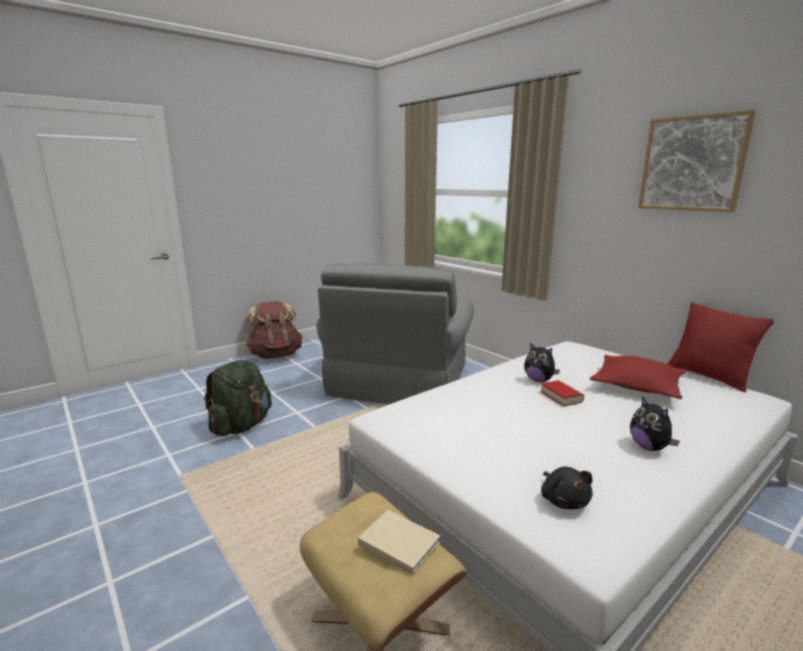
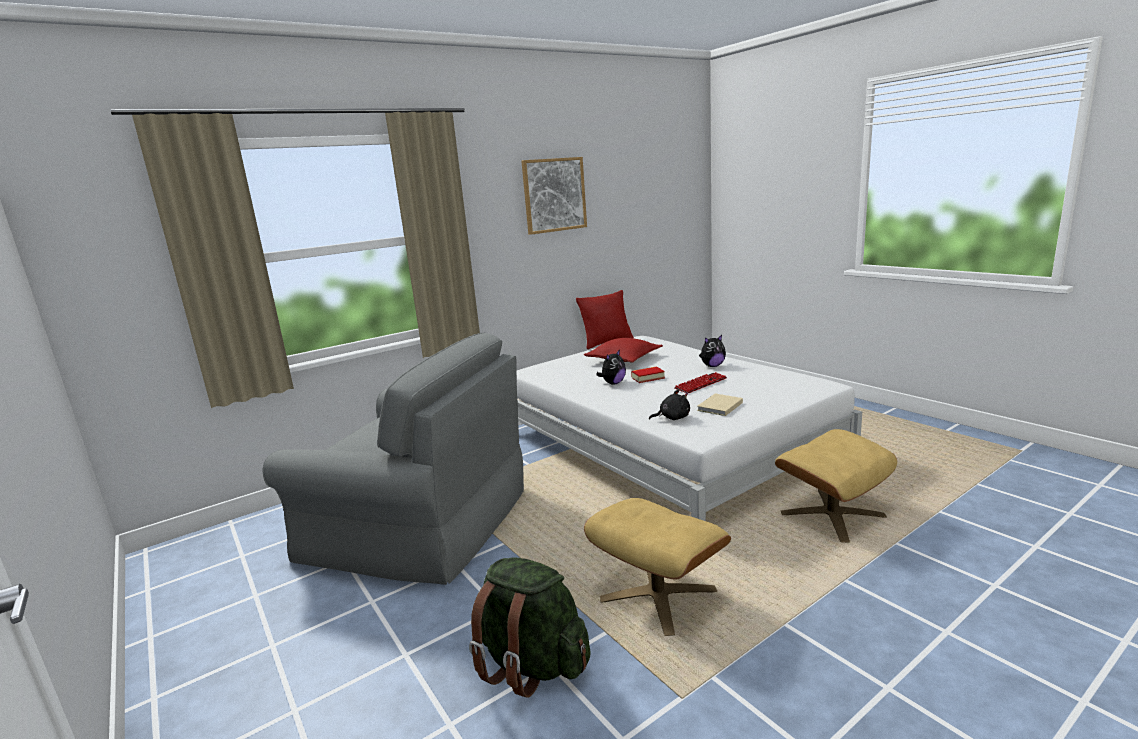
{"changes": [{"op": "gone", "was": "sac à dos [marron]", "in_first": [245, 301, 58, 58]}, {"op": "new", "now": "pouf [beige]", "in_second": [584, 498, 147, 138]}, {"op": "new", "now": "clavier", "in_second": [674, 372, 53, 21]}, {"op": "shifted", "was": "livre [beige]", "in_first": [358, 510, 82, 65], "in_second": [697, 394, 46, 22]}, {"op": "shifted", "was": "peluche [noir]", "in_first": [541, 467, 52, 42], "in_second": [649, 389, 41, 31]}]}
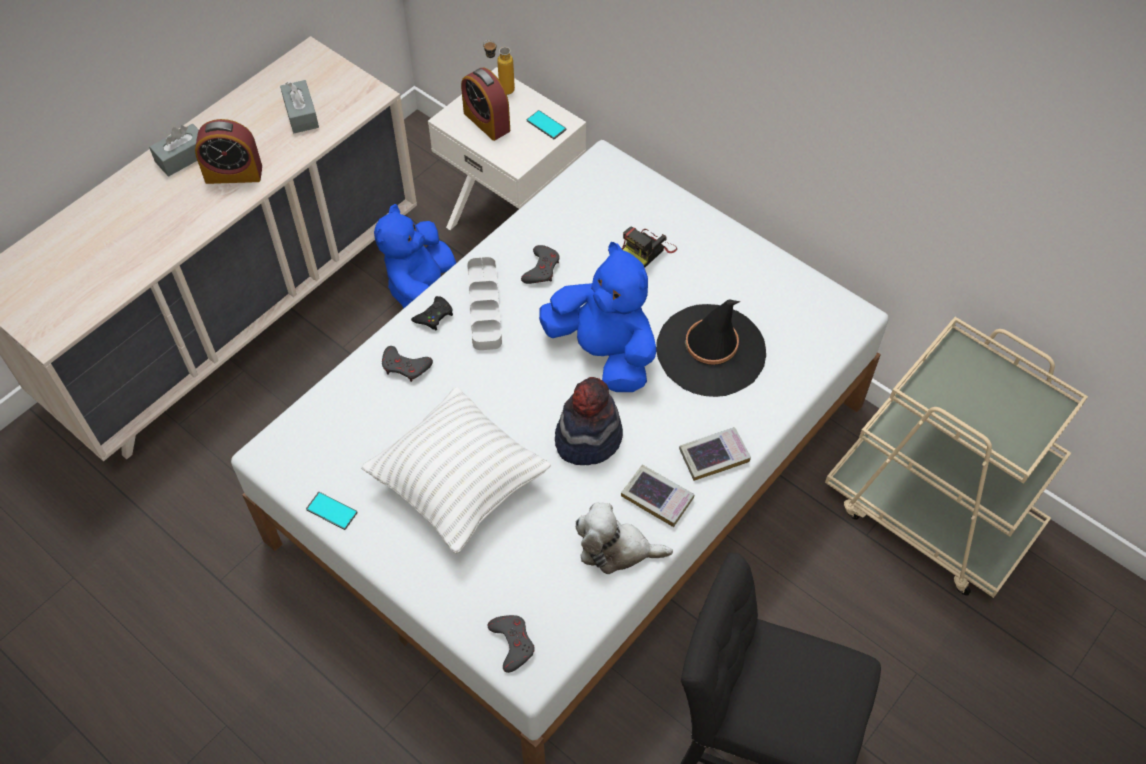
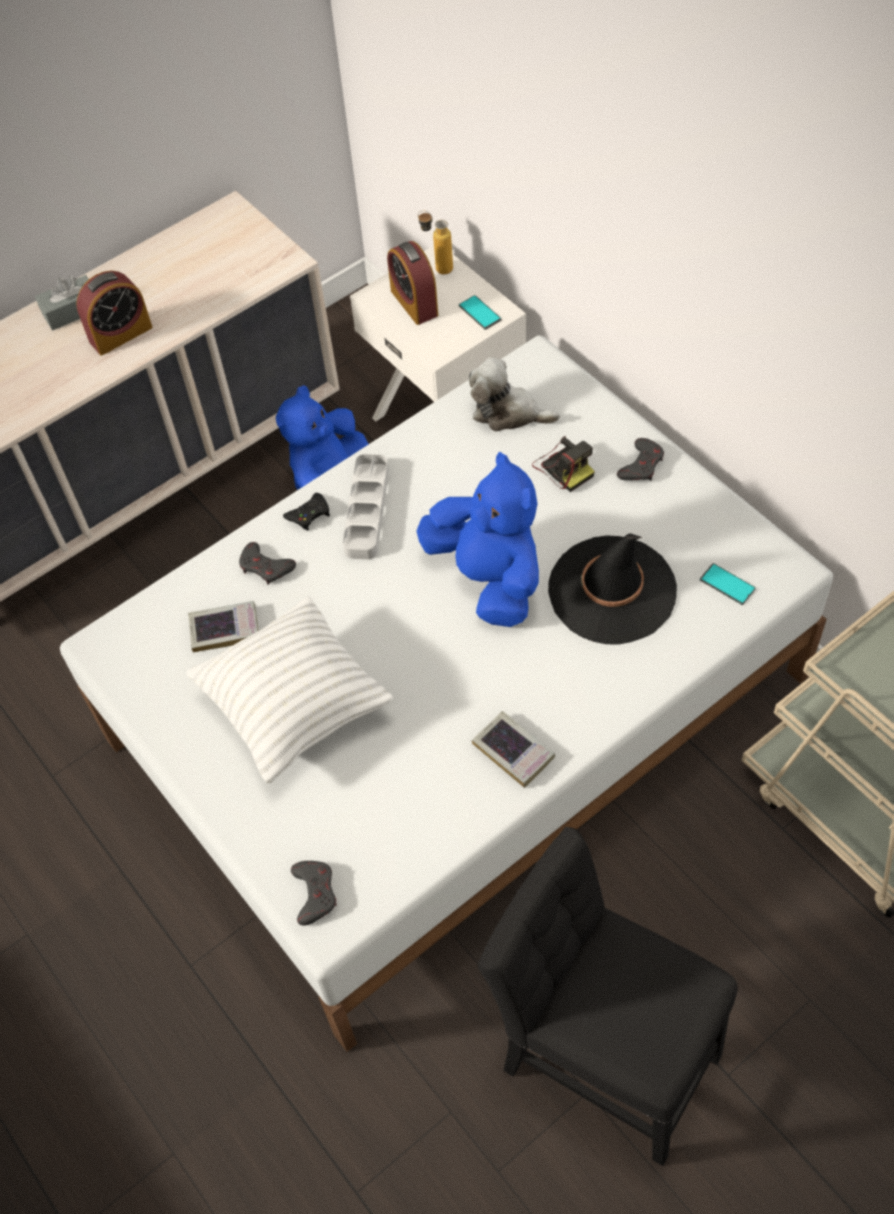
{"changes": [{"op": "gone", "was": "boîte à mouchoirs [gris]", "in_first": [280, 80, 39, 53]}, {"op": "gone", "was": "chapeau", "in_first": [555, 377, 68, 88]}, {"op": "shifted", "was": "téléphone", "in_first": [306, 492, 52, 38], "in_second": [700, 563, 56, 42]}, {"op": "shifted", "was": "manette [gris]", "in_first": [521, 245, 39, 39], "in_second": [617, 438, 47, 42]}, {"op": "shifted", "was": "peluche", "in_first": [576, 502, 97, 72], "in_second": [469, 357, 91, 75]}, {"op": "shifted", "was": "livre", "in_first": [679, 427, 72, 54], "in_second": [188, 601, 71, 52]}, {"op": "rotated", "was": "réveil", "in_first": [195, 119, 67, 65], "in_second": [76, 271, 76, 84], "clockwise": -45}, {"op": "rotated", "was": "appareil photo", "in_first": [622, 227, 55, 41], "in_second": [532, 436, 63, 56], "clockwise": -90}]}
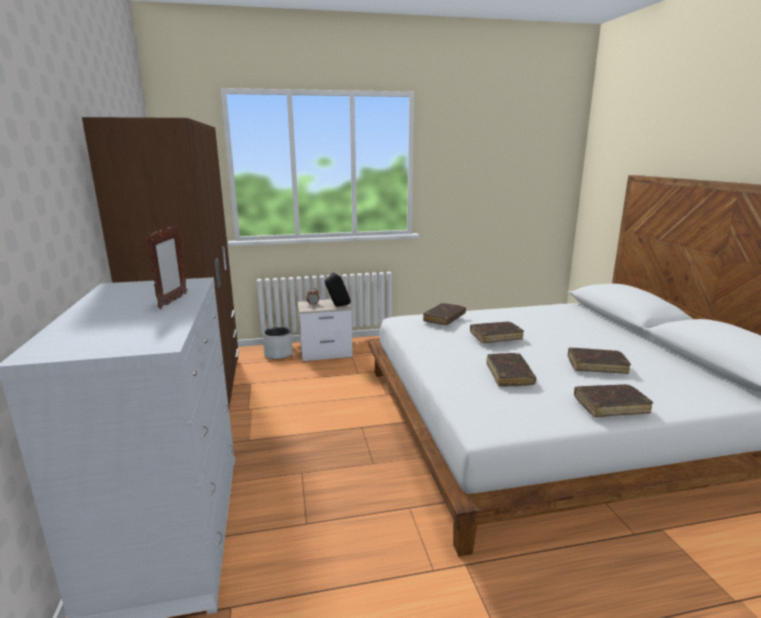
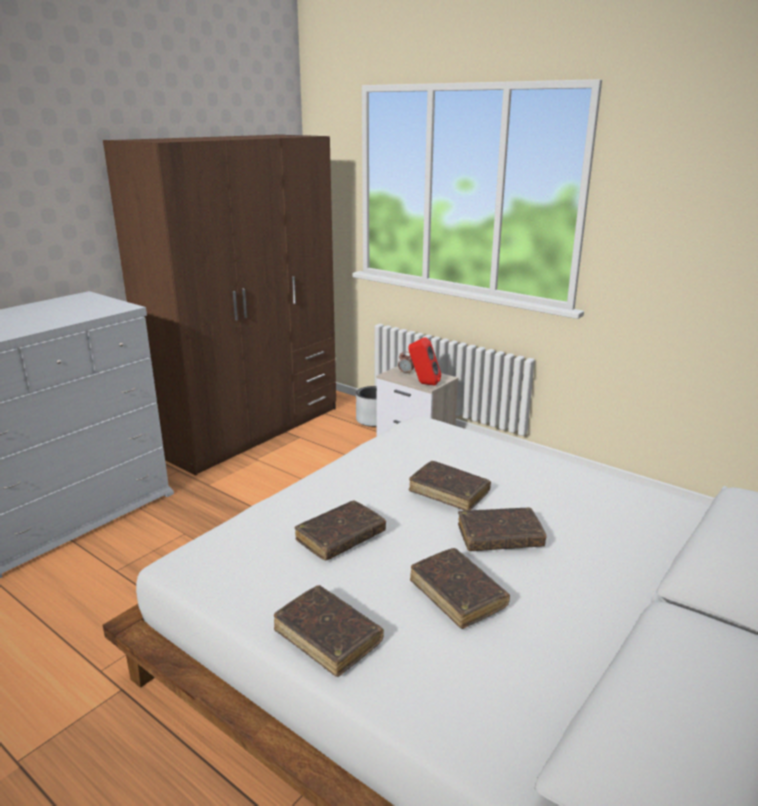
{"changes": [{"op": "gone", "was": "cadre photo", "in_first": [146, 224, 41, 85]}, {"op": "shifted", "was": "livre [marron]", "in_first": [423, 303, 43, 22], "in_second": [458, 508, 89, 43]}, {"op": "repainted", "was": "enceinte [noir]", "now": "enceinte [rouge]", "in_first": [325, 272, 26, 35], "in_second": [408, 337, 33, 48]}]}
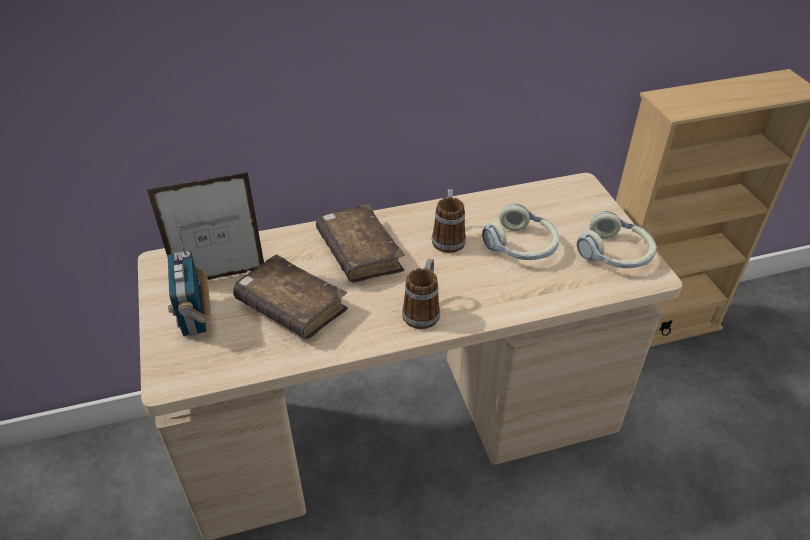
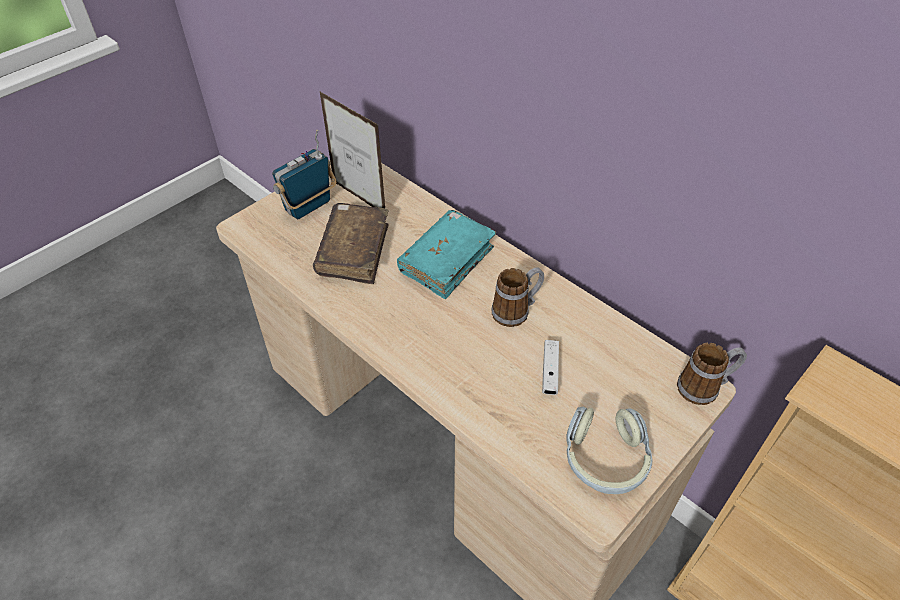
{"changes": [{"op": "shifted", "was": "mug", "in_first": [402, 258, 38, 71], "in_second": [677, 343, 70, 62]}, {"op": "swapped", "was": "casque audio", "now": "manette [blanc]", "in_first": [482, 203, 78, 57], "in_second": [542, 340, 17, 55]}, {"op": "repainted", "was": "livre [marron]", "now": "livre [turquoise]", "in_first": [316, 204, 89, 79], "in_second": [397, 210, 99, 89]}]}
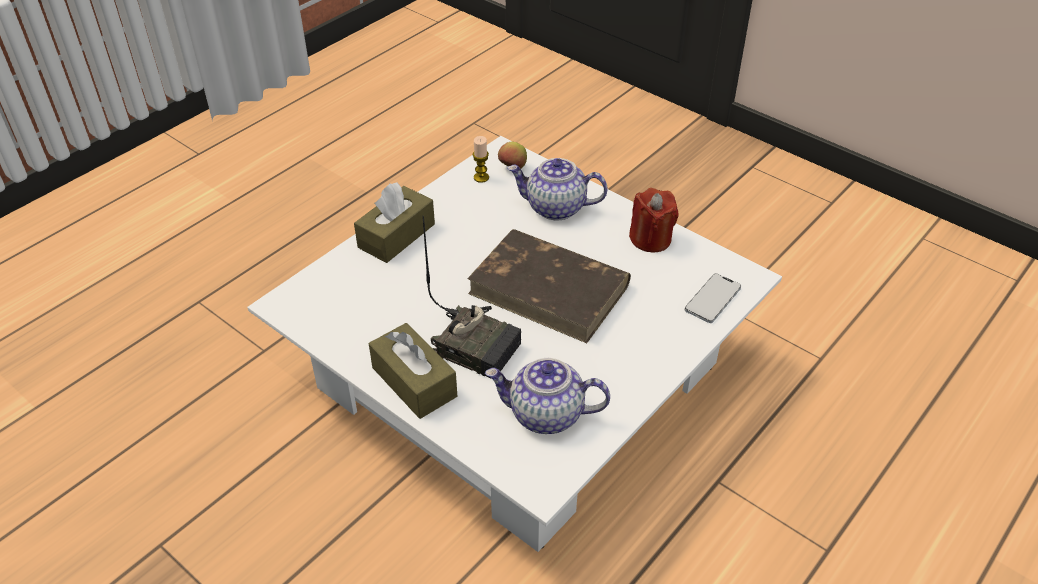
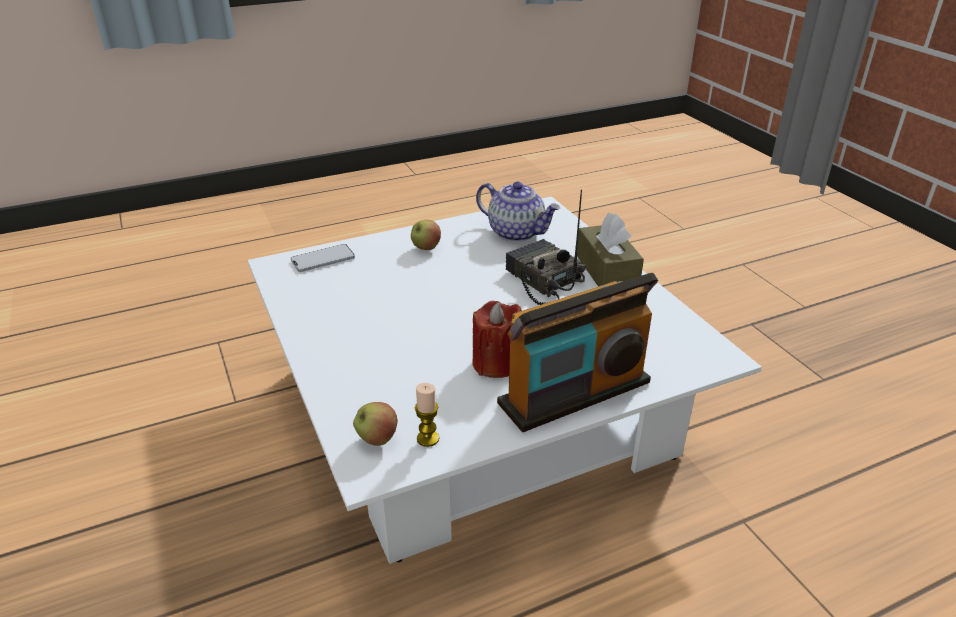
{"changes": [{"op": "gone", "was": "livre [marron]", "in_first": [467, 229, 164, 114]}, {"op": "gone", "was": "théière", "in_first": [507, 158, 100, 62]}, {"op": "new", "now": "pomme", "in_second": [411, 220, 30, 30]}, {"op": "shifted", "was": "bougie [rouge]", "in_first": [629, 188, 49, 64], "in_second": [473, 301, 49, 77]}, {"op": "swapped", "was": "boîte à mouchoirs [marron]", "now": "radio", "in_first": [354, 182, 81, 81], "in_second": [497, 273, 161, 159]}]}
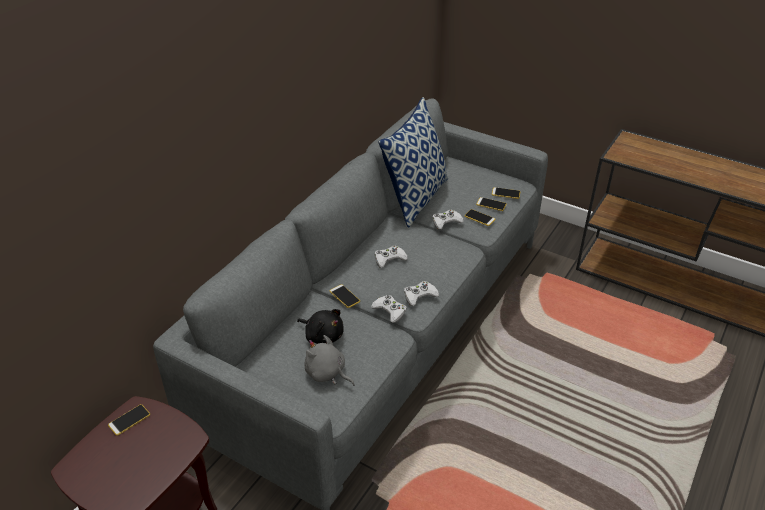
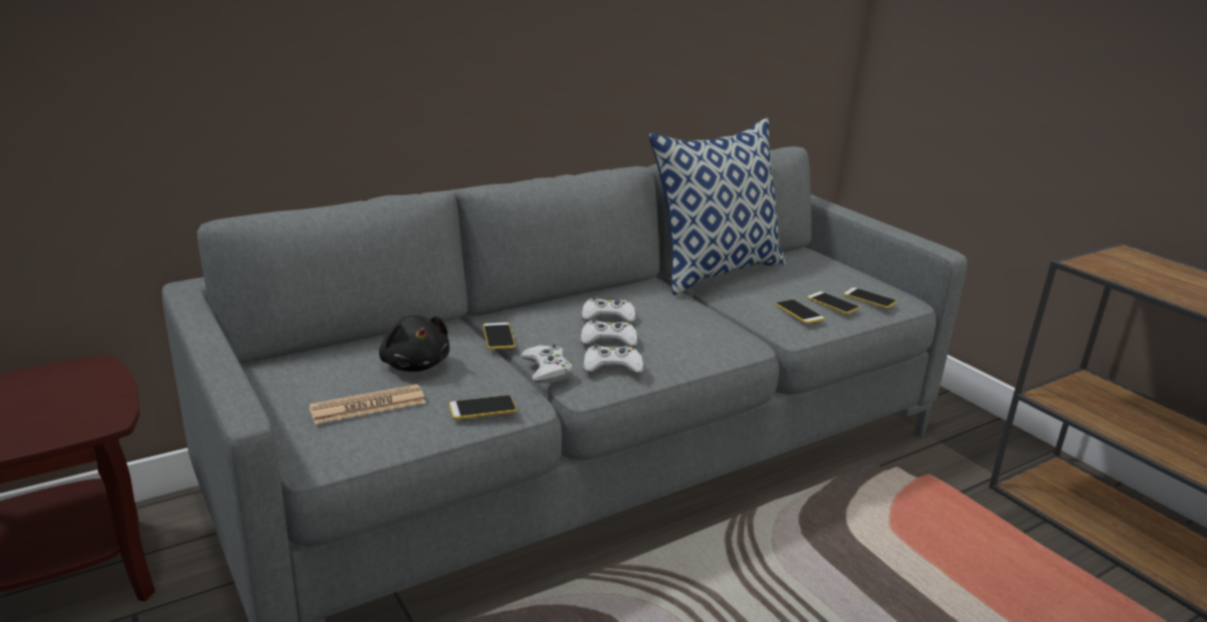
{"changes": [{"op": "shifted", "was": "téléphone", "in_first": [108, 404, 42, 32], "in_second": [449, 395, 68, 25]}, {"op": "shifted", "was": "manette [blanc]", "in_first": [433, 210, 31, 20], "in_second": [580, 319, 58, 28]}, {"op": "swapped", "was": "peluche [gris]", "now": "journal", "in_first": [305, 335, 50, 51], "in_second": [309, 384, 117, 40]}]}
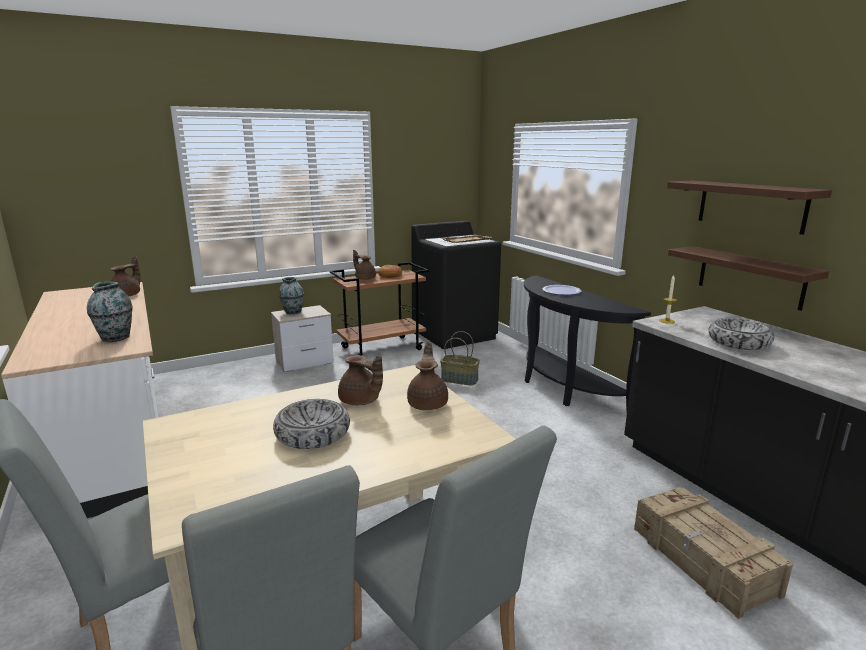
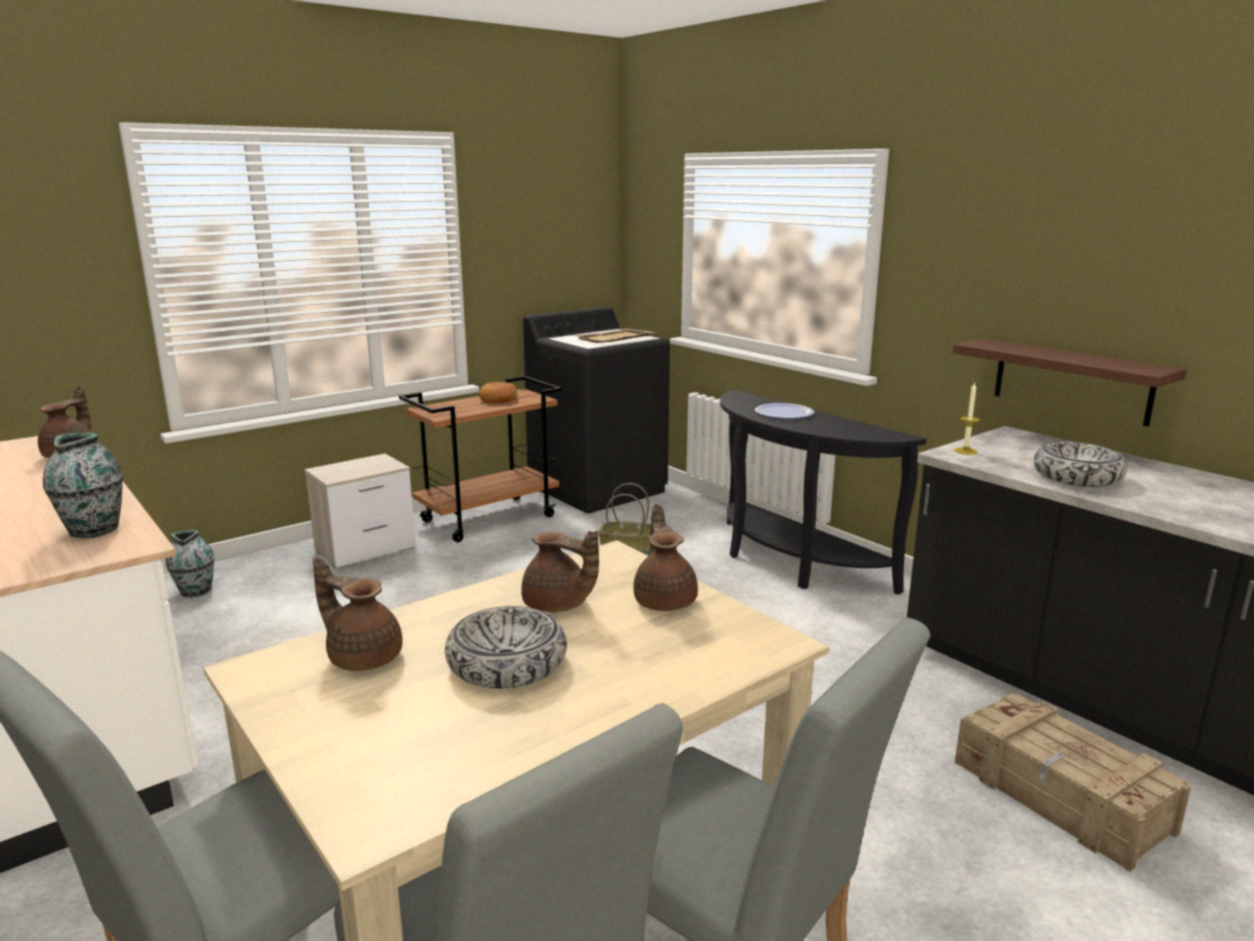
{"changes": [{"op": "gone", "was": "étagère", "in_first": [667, 181, 165, 54]}, {"op": "shifted", "was": "vase", "in_first": [279, 277, 25, 37], "in_second": [165, 530, 50, 67]}, {"op": "shifted", "was": "théière [marron]", "in_first": [353, 250, 23, 30], "in_second": [313, 557, 90, 114]}]}
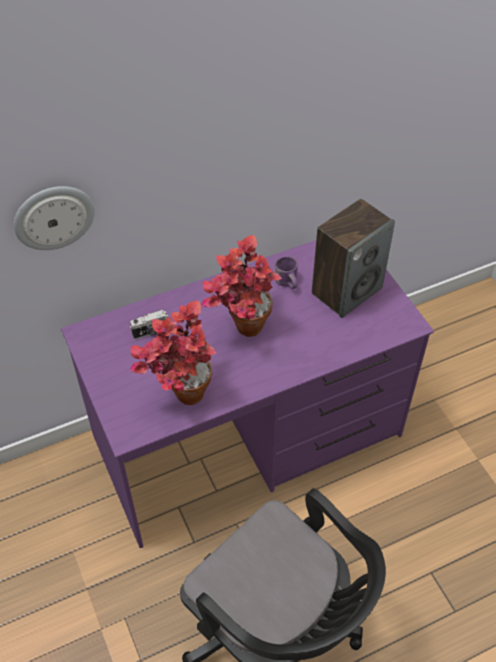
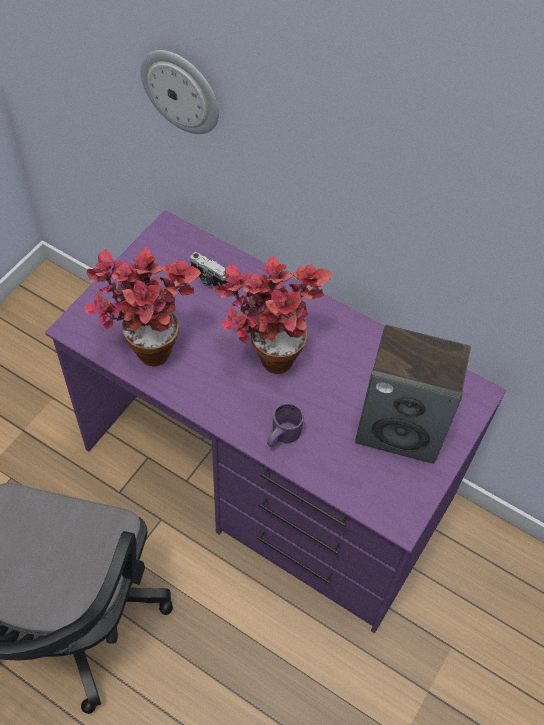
{"changes": [{"op": "shifted", "was": "mug [violet]", "in_first": [275, 257, 23, 32], "in_second": [267, 403, 37, 44]}]}
